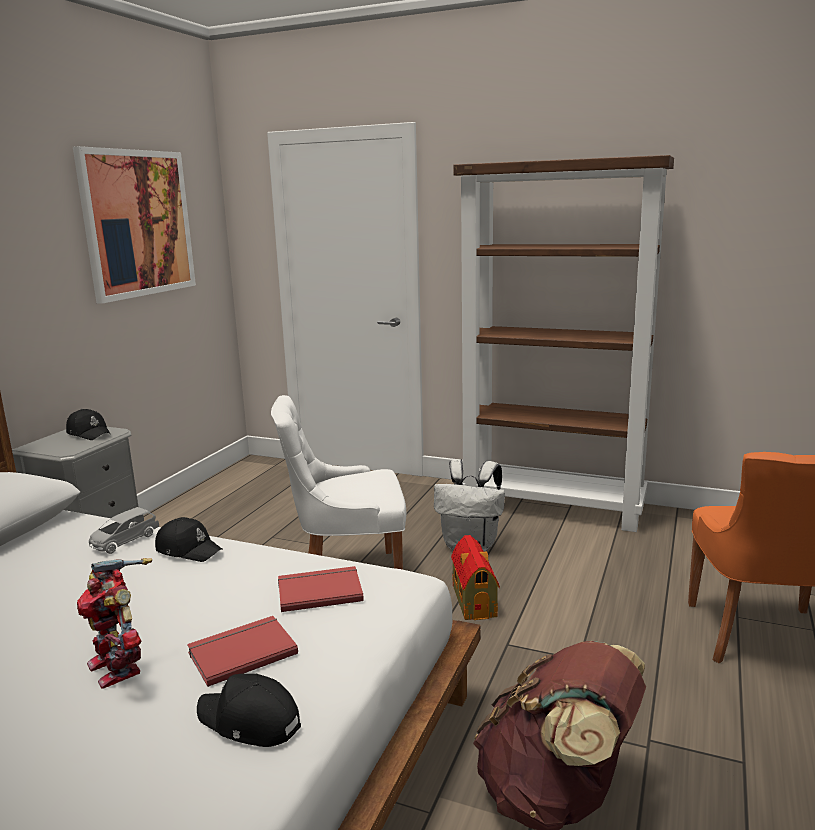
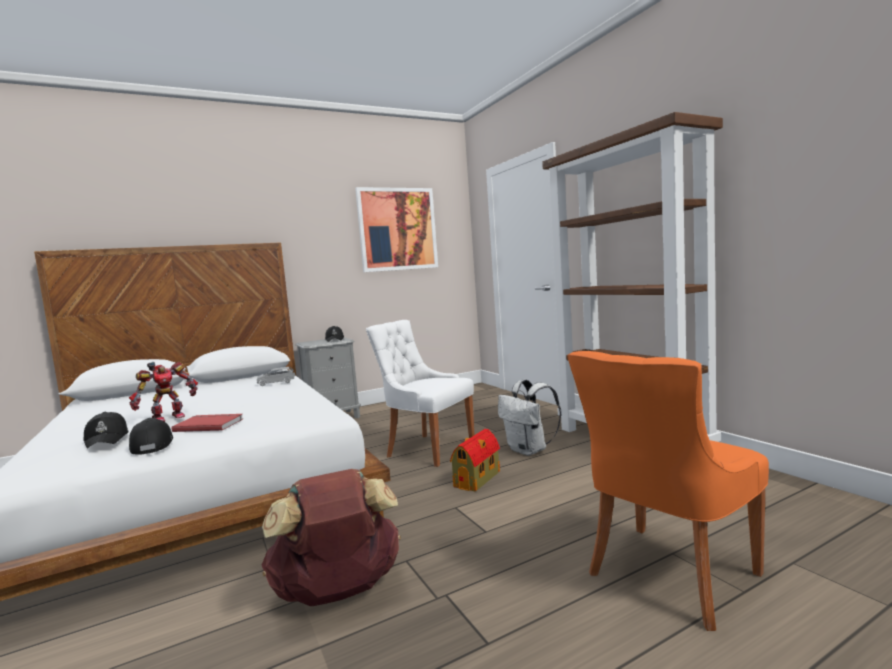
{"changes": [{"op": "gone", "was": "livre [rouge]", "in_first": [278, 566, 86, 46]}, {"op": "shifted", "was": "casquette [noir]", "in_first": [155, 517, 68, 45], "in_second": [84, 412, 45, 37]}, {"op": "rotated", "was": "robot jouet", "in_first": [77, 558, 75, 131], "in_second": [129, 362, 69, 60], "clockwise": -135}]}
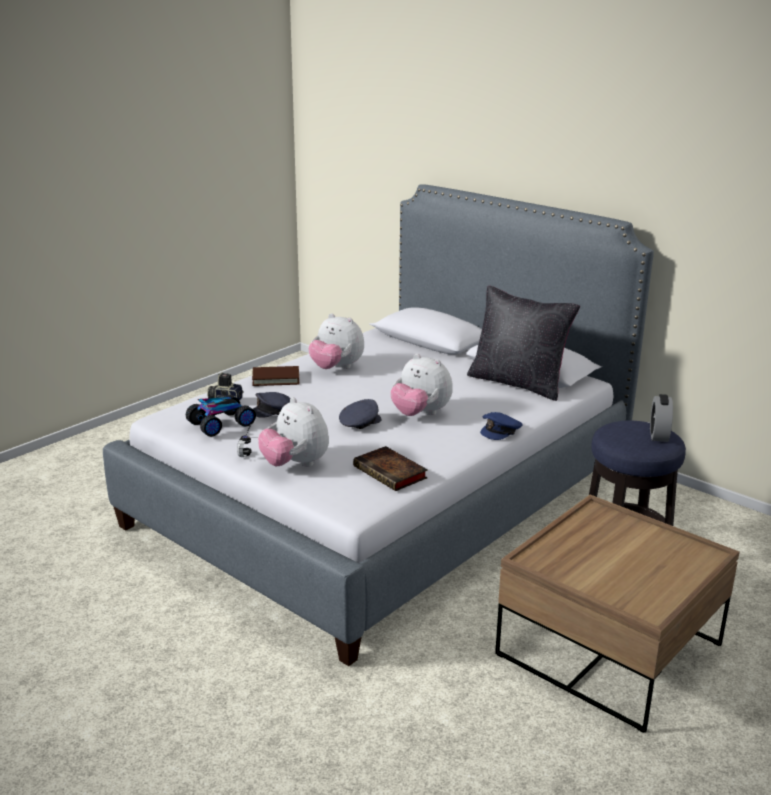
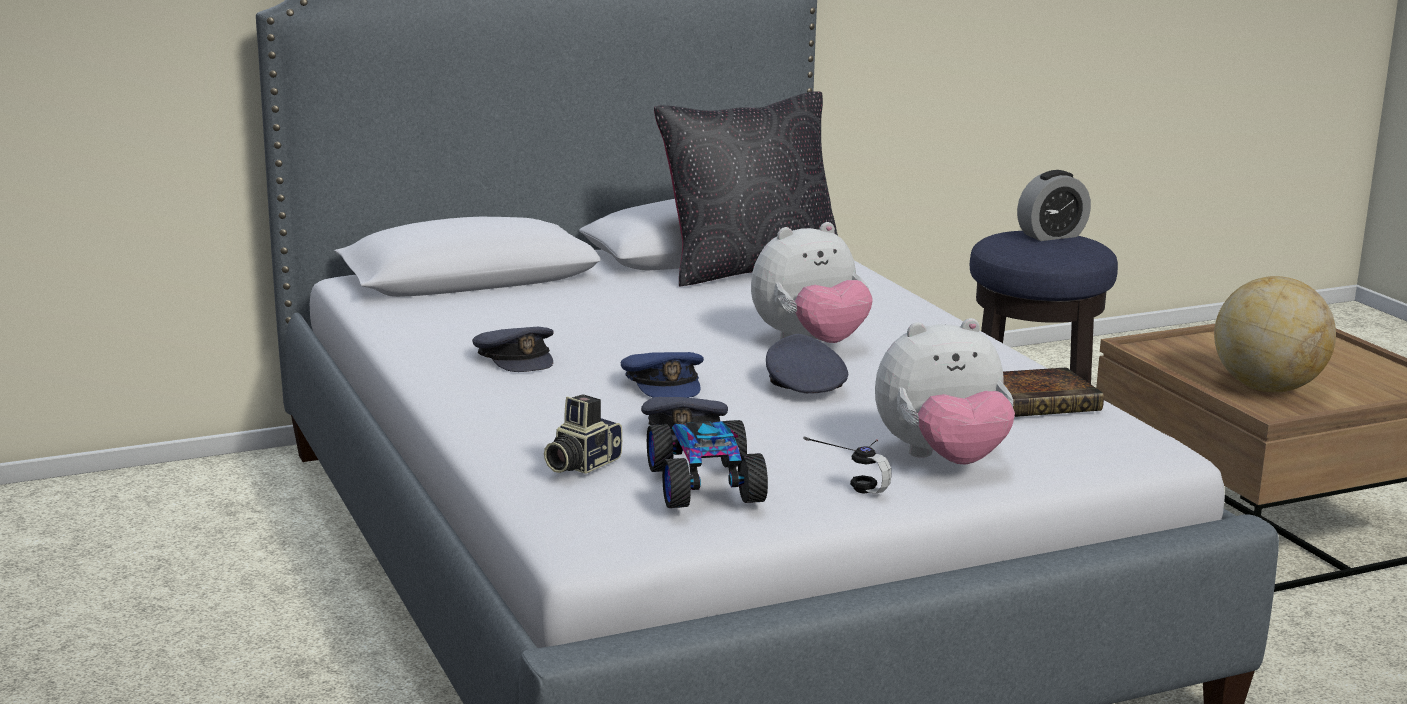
{"changes": [{"op": "gone", "was": "livre [marron]", "in_first": [252, 366, 47, 20]}, {"op": "new", "now": "globe", "in_second": [1214, 276, 122, 116]}, {"op": "shifted", "was": "casquette [bleu]", "in_first": [480, 412, 43, 28], "in_second": [620, 352, 84, 46]}, {"op": "swapped", "was": "peluche", "now": "casquette [gris]", "in_first": [309, 313, 55, 56], "in_second": [472, 327, 82, 45]}, {"op": "rotated", "was": "réveil", "in_first": [650, 394, 23, 48], "in_second": [1017, 170, 74, 71], "clockwise": -60}]}
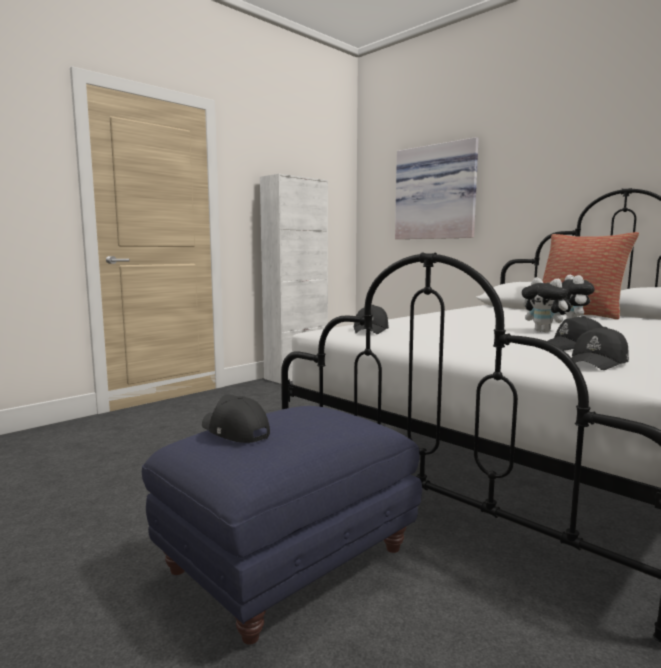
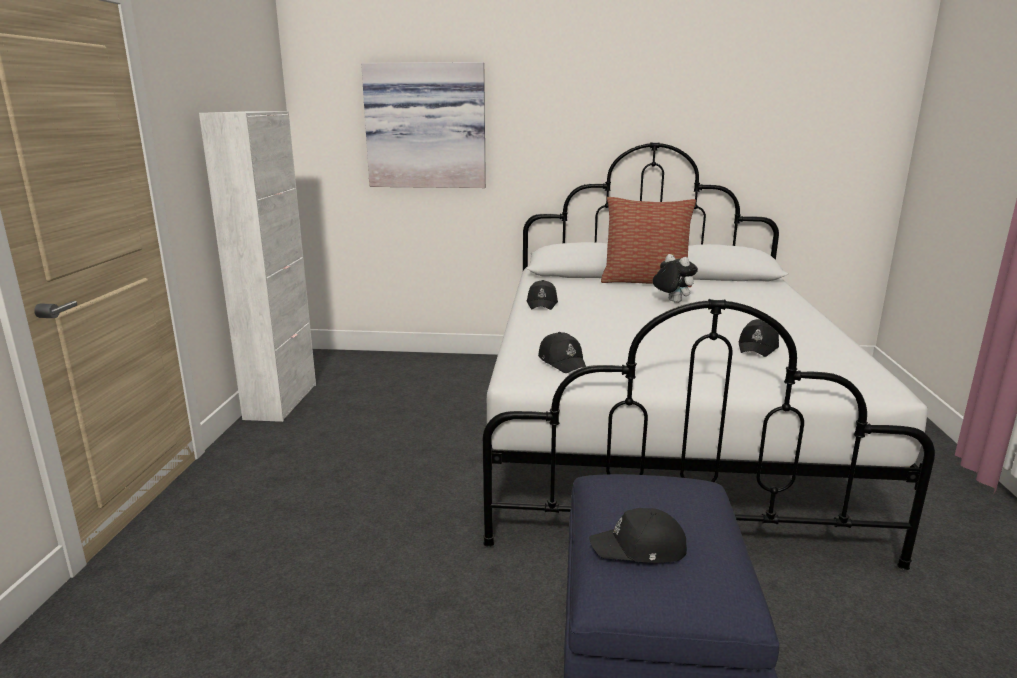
{"changes": [{"op": "gone", "was": "peluche", "in_first": [522, 277, 51, 55]}, {"op": "shifted", "was": "casquette [noir]", "in_first": [572, 327, 57, 43], "in_second": [527, 280, 31, 30]}]}
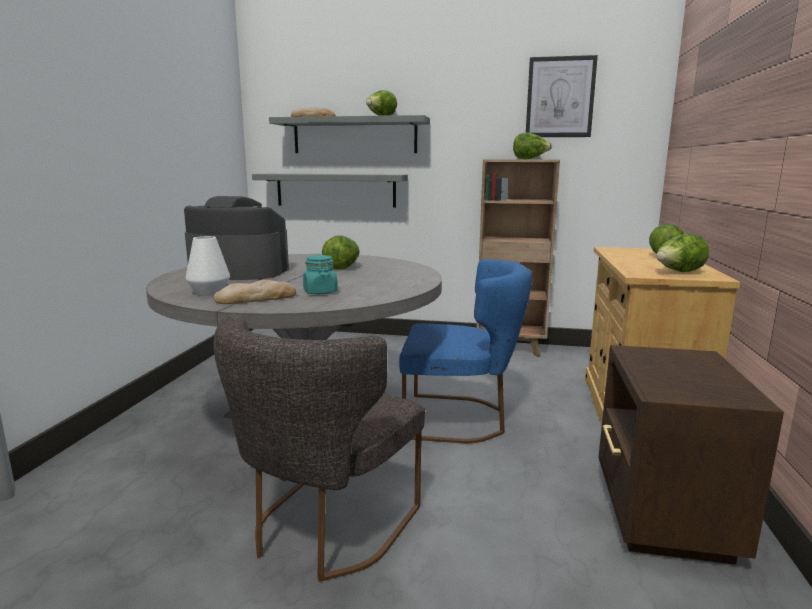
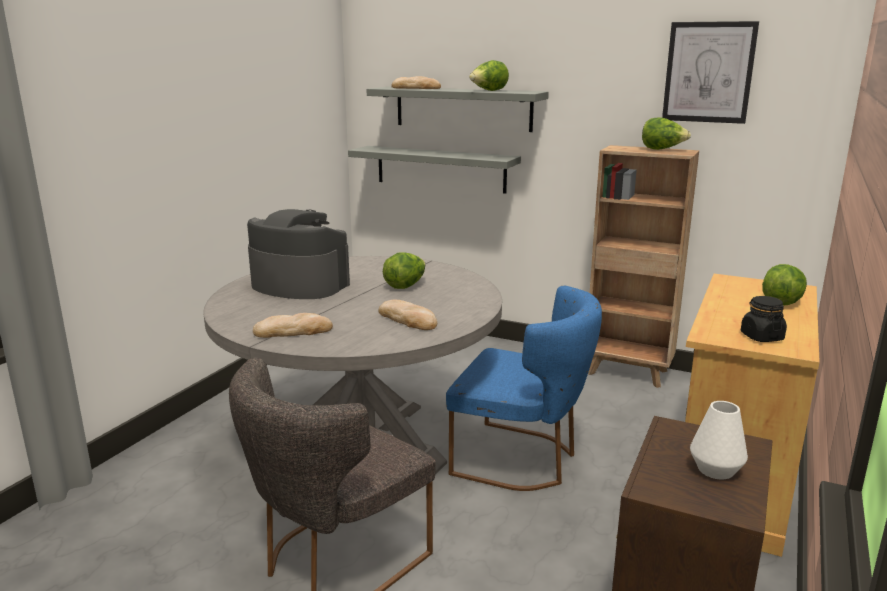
{"changes": [{"op": "gone", "was": "bocal [turquoise]", "in_first": [303, 255, 35, 39]}, {"op": "new", "now": "pain", "in_second": [378, 299, 59, 31]}, {"op": "shifted", "was": "vase [blanc]", "in_first": [186, 236, 44, 60], "in_second": [690, 401, 58, 79]}, {"op": "swapped", "was": "laitue", "now": "bocal [noir]", "in_first": [656, 233, 53, 39], "in_second": [741, 296, 46, 46]}]}
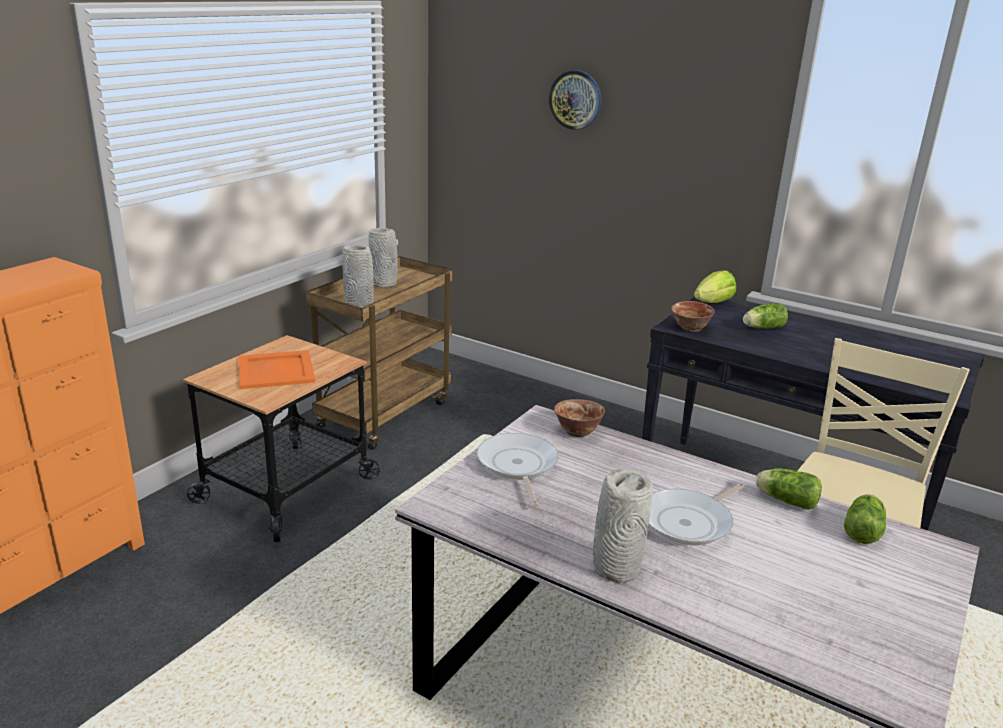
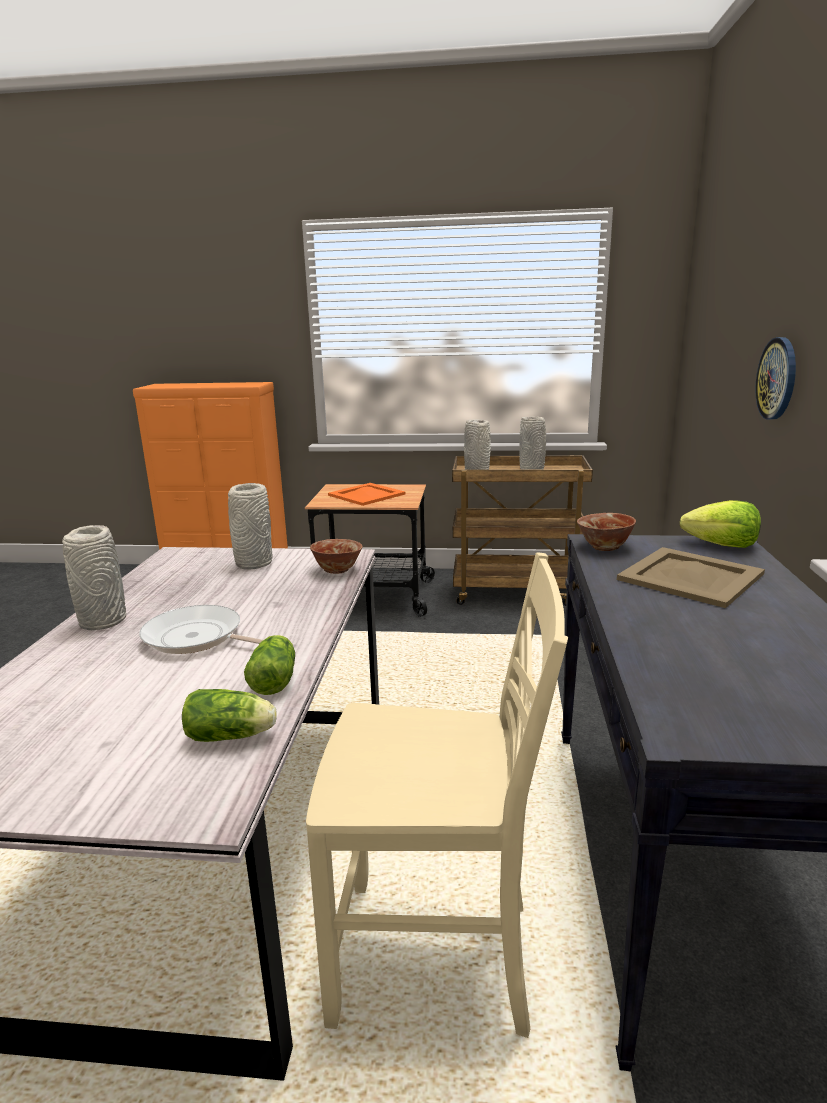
{"changes": [{"op": "shifted", "was": "horloge murale", "in_first": [549, 70, 52, 60], "in_second": [755, 337, 41, 83]}, {"op": "swapped", "was": "poêle", "now": "vase [gris]", "in_first": [477, 433, 82, 74], "in_second": [228, 483, 45, 87]}, {"op": "swapped", "was": "laitue", "now": "plateau [beige]", "in_first": [743, 303, 45, 26], "in_second": [617, 547, 148, 61]}]}
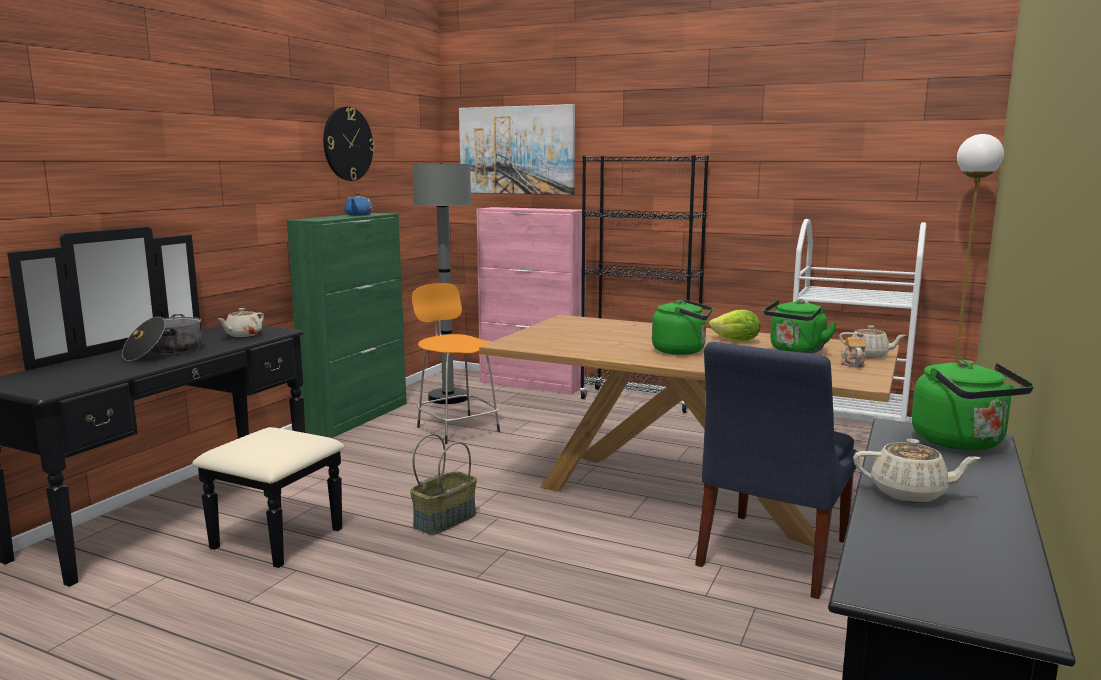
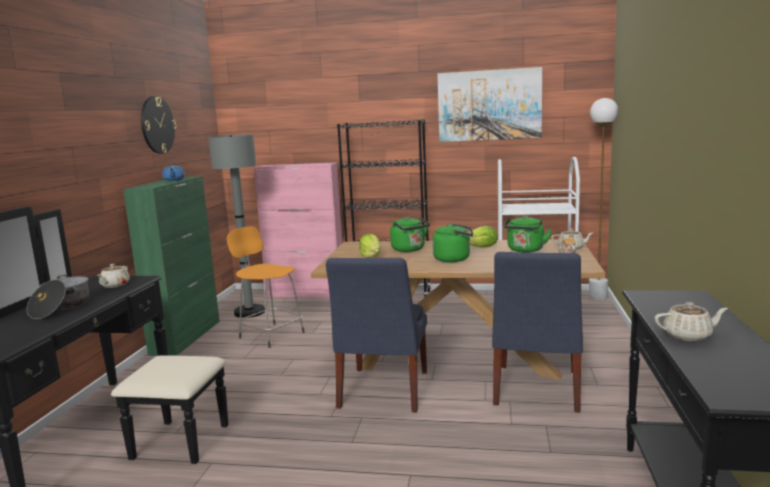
{"changes": [{"op": "gone", "was": "panier", "in_first": [410, 434, 67, 101]}, {"op": "new", "now": "chaise [bleu]", "in_second": [326, 258, 101, 155]}, {"op": "new", "now": "laitue", "in_second": [359, 234, 22, 24]}, {"op": "shifted", "was": "tableau", "in_first": [459, 104, 116, 91], "in_second": [437, 67, 105, 75]}, {"op": "shifted", "was": "bouilloire [vert]", "in_first": [912, 360, 122, 90], "in_second": [390, 217, 40, 35]}]}
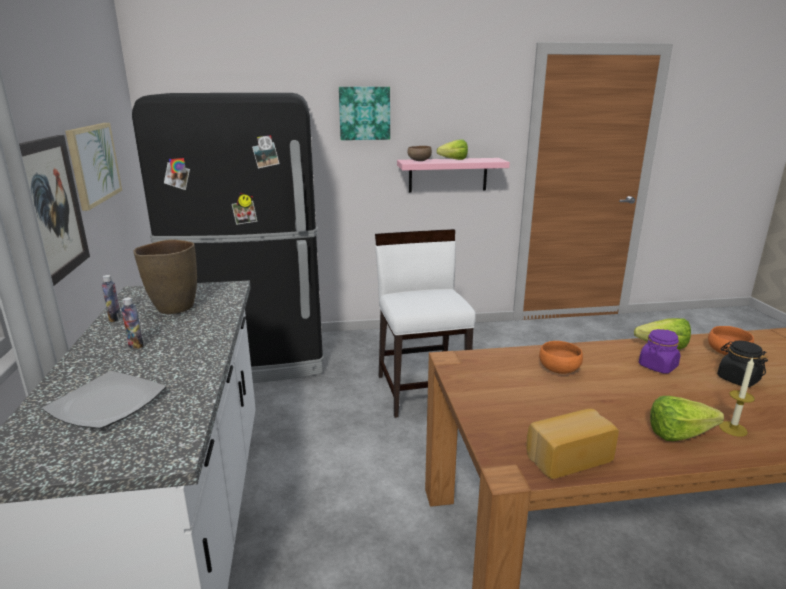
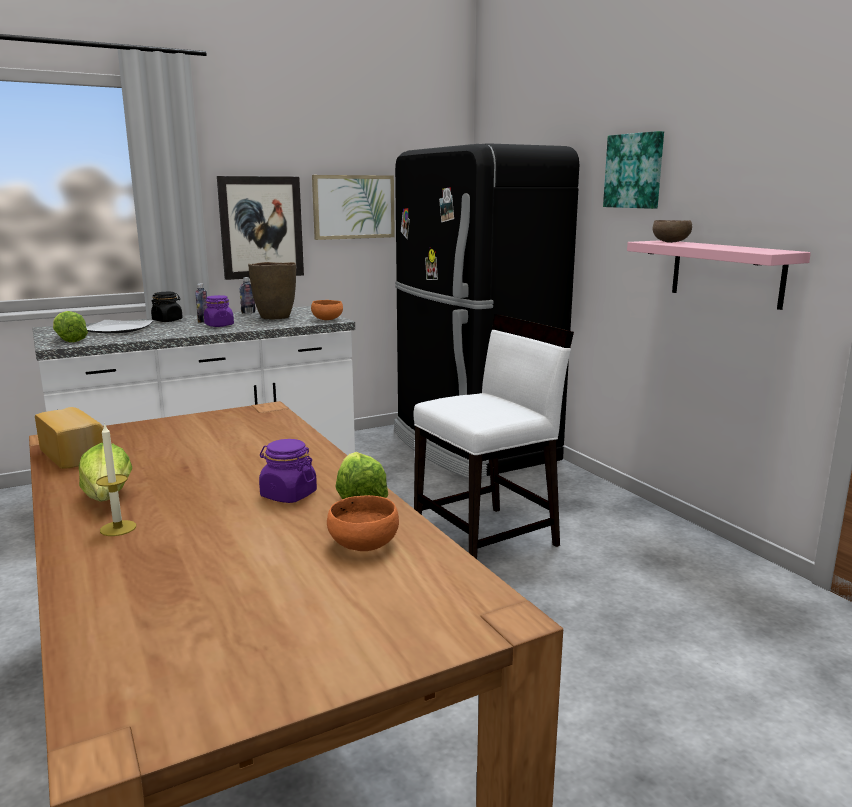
{"changes": [{"op": "new", "now": "bocal [violet]", "in_second": [204, 295, 30, 32]}, {"op": "shifted", "was": "laitue", "in_first": [437, 139, 31, 21], "in_second": [53, 311, 35, 31]}, {"op": "shifted", "was": "bol [orange]", "in_first": [539, 341, 44, 33], "in_second": [311, 300, 32, 20]}, {"op": "shifted", "was": "bocal [noir]", "in_first": [717, 341, 51, 46], "in_second": [151, 292, 32, 30]}]}
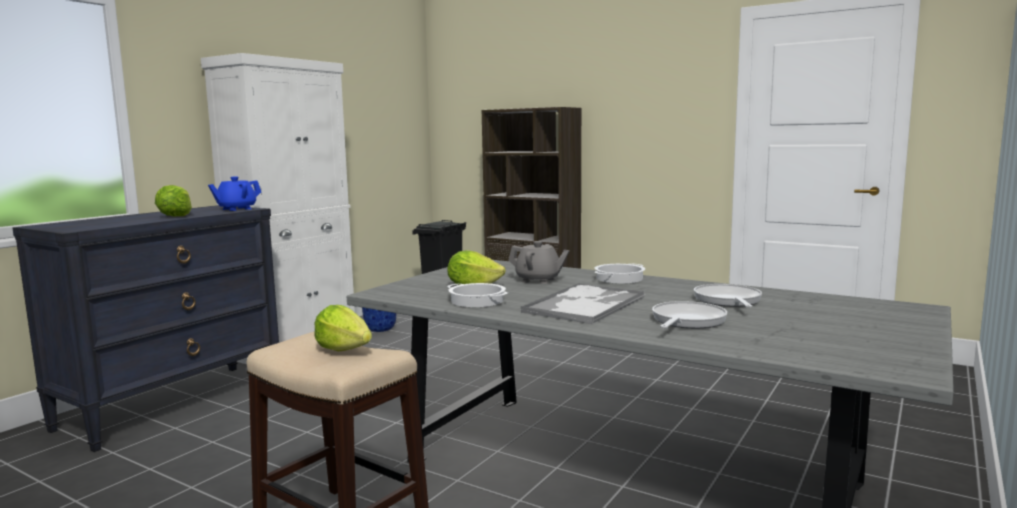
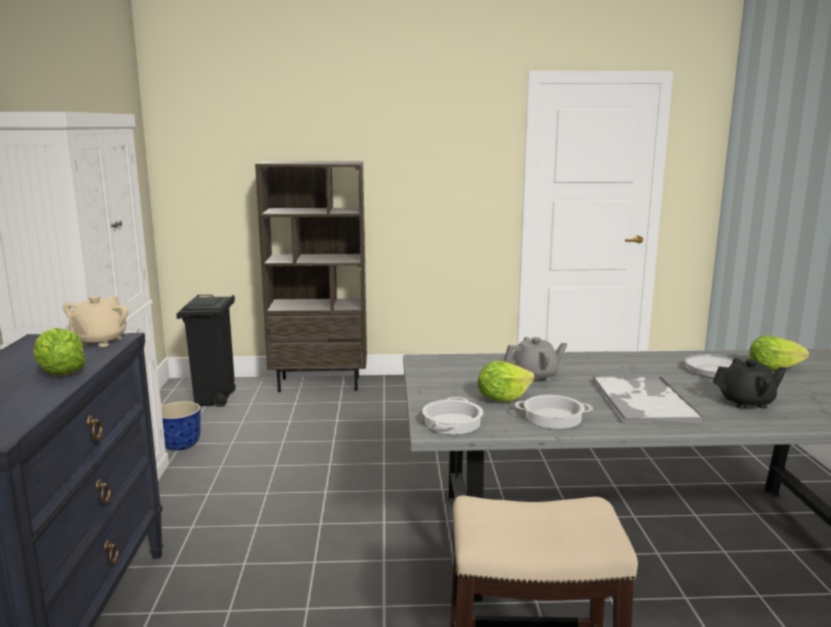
{"changes": [{"op": "shifted", "was": "laitue", "in_first": [314, 305, 58, 46], "in_second": [749, 336, 60, 34]}, {"op": "shifted", "was": "marmite", "in_first": [594, 264, 51, 20], "in_second": [422, 397, 61, 37]}, {"op": "swapped", "was": "poêle", "now": "théière [noir]", "in_first": [652, 301, 75, 28], "in_second": [713, 358, 74, 51]}, {"op": "repainted", "was": "théière [bleu]", "now": "théière [beige]", "in_first": [208, 177, 53, 34], "in_second": [63, 295, 66, 52]}]}
